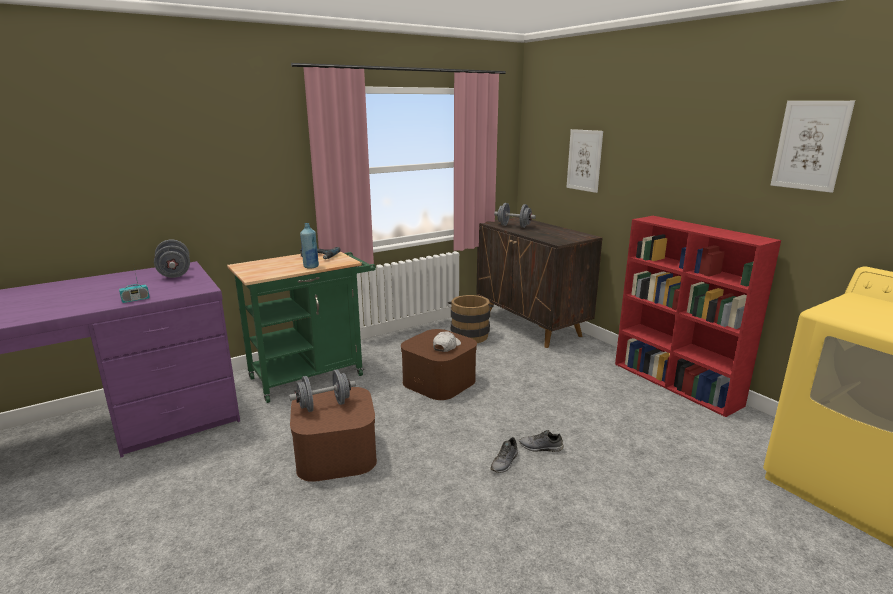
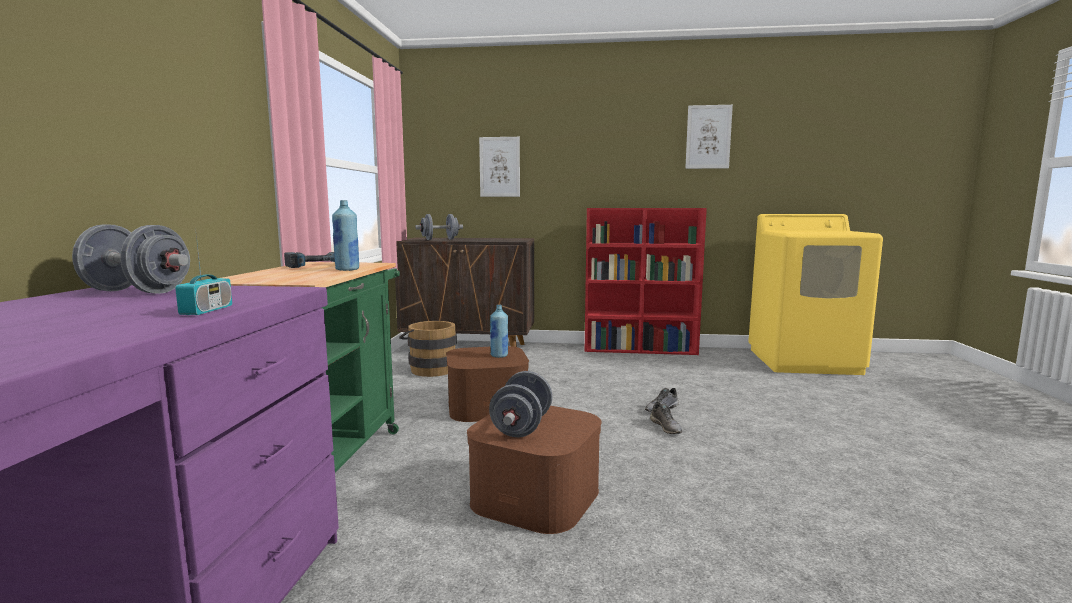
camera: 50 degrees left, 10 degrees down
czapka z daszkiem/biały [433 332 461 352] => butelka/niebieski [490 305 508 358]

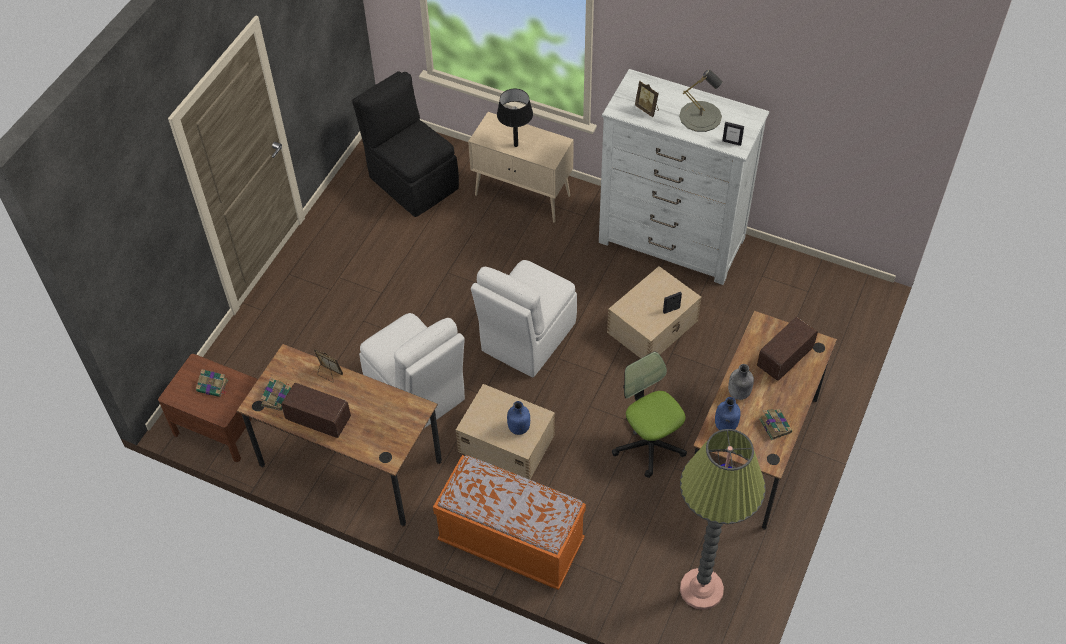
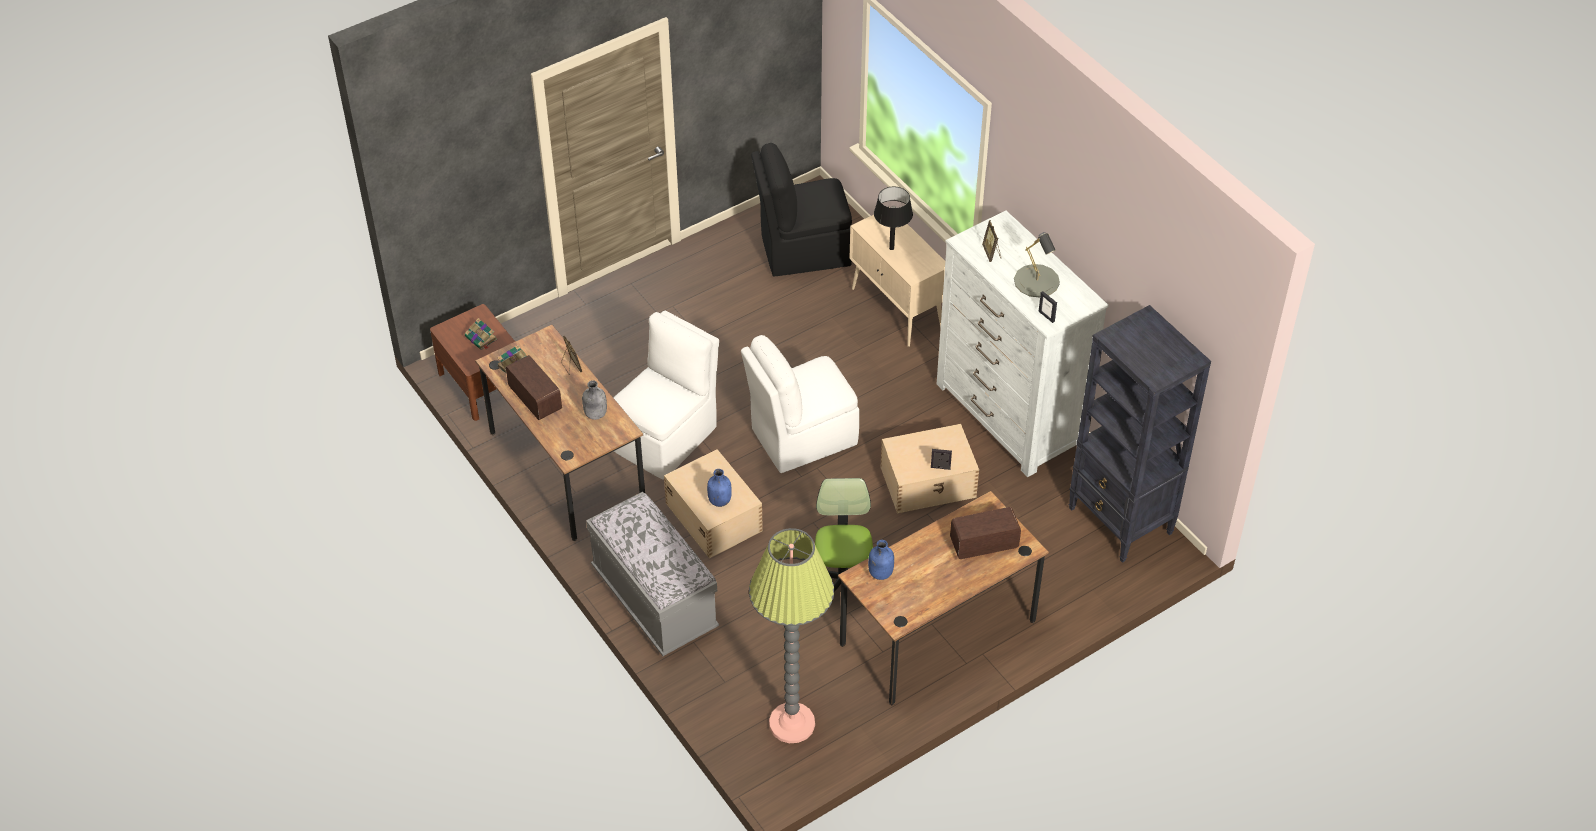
camera: 30 degrees right, 5 degrees down
butelka/szary [728 364 754 400] => butelka/szary [582 380 607 420], move
ławka/pomarańczowy [433 455 586 590] => ławka/szary [586 492 719 656]
krzesło/biały [359 313 465 428] => krzesło/biały [614 310 719 480], 135 degrees counterclockwise
krzesło/czarny [352 71 459 217] => krzesło/czarny [751 143 852 277], 90 degrees counterclockwise
nothing => regał/czarny [1069 305 1211 563]
książka [759 409 792 440] => nothing

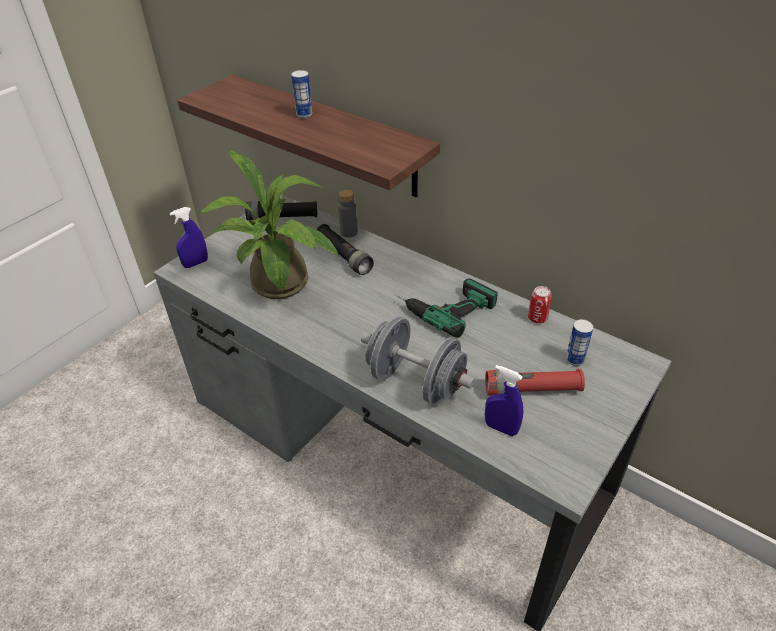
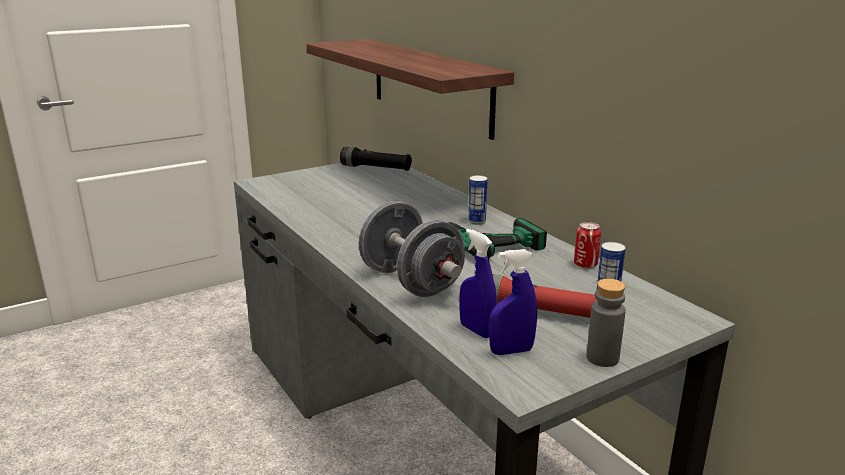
camera: 20 degrees right, 20 degrees down
puszka [291 70 313 118] => puszka [468 175 488 225], move
spryskiwacz/niebieski [170 207 208 268] => spryskiwacz/niebieski [489 249 537 355], move
butelka/szary [338 189 358 238] => butelka/szary [587 279 626 367], move
roślina doniczkowa [197 150 339 299] => nothing
latarka/czarny [316 224 374 275] => nothing

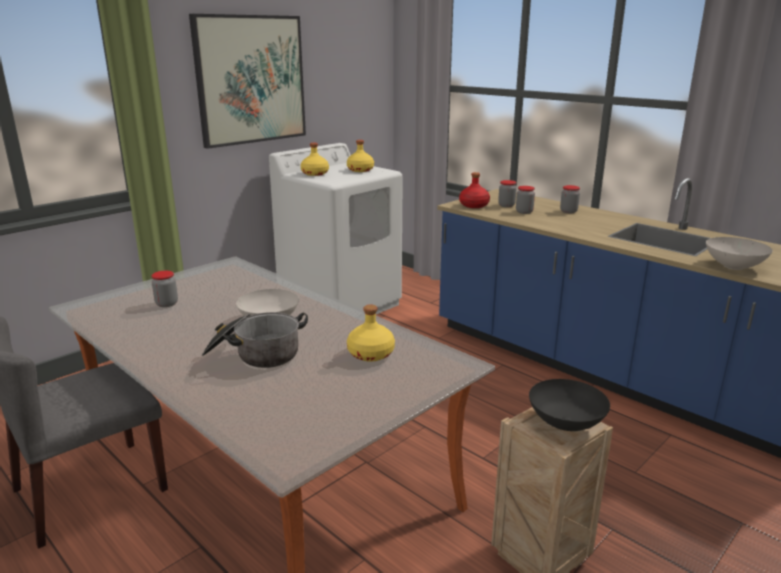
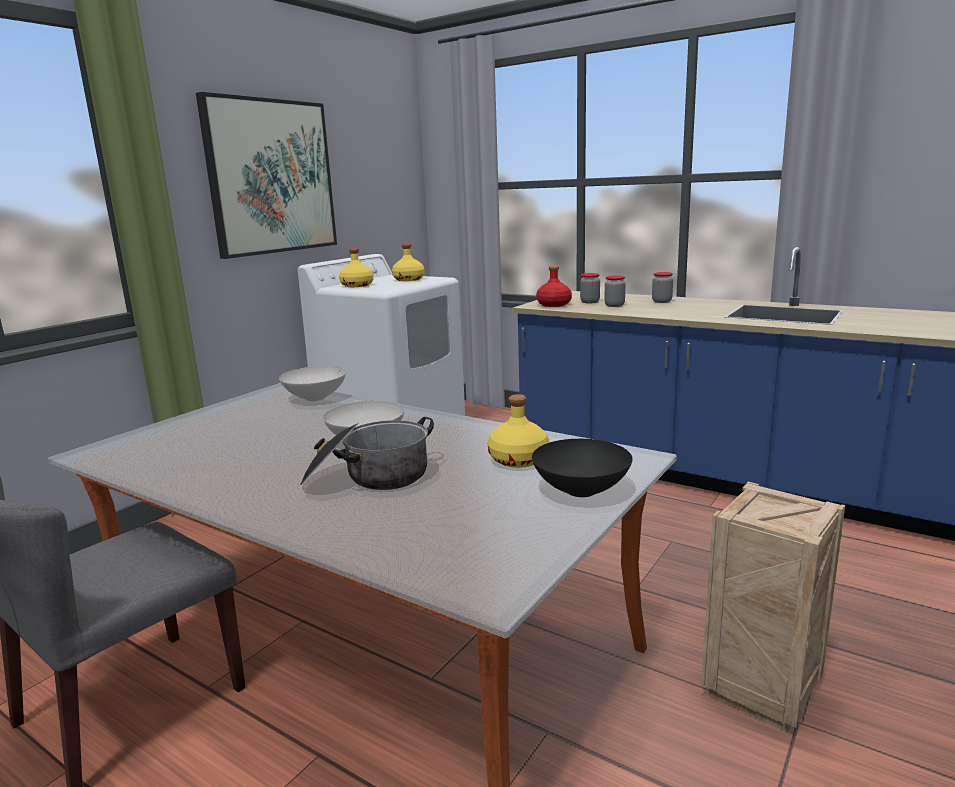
camera: 10 degrees left, 5 degrees down
miska/biały [706 237 773 270] => miska/biały [279 366 346 401], move
miska/czarny [529 379 610 431] => miska/czarny [532 439 632 497], move
słoik [151 271 178 307] => nothing

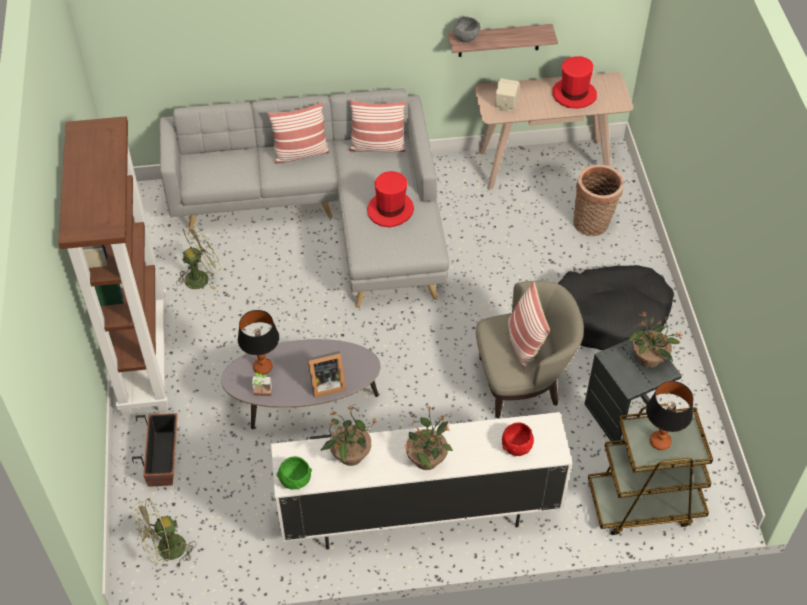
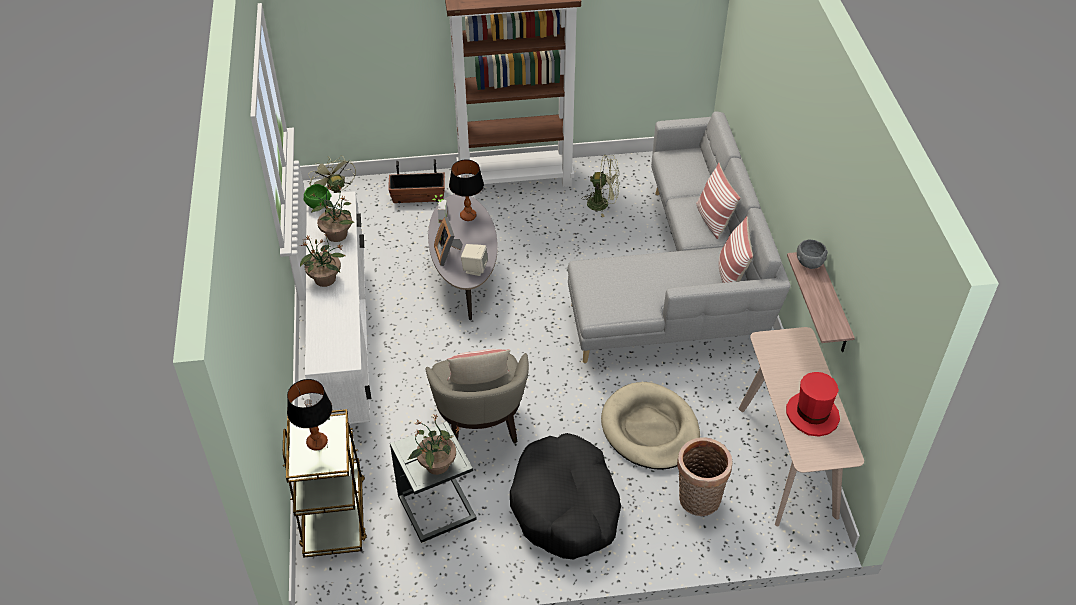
camera: 90 degrees right, 5 degrees down
głośnik/beżowy [495 78 519 112] => głośnik/beżowy [461 244 488 276], move
wentylator/zielony [176 225 222 290] => wentylator/zielony [582 155 620 217], 45 degrees counterclockwise
nothing => legowisko/beżowy [601 382 700 470]
kapelusz/czerwony [367 171 414 228] => nothing
miska/czerwony [502 423 534 456] => nothing

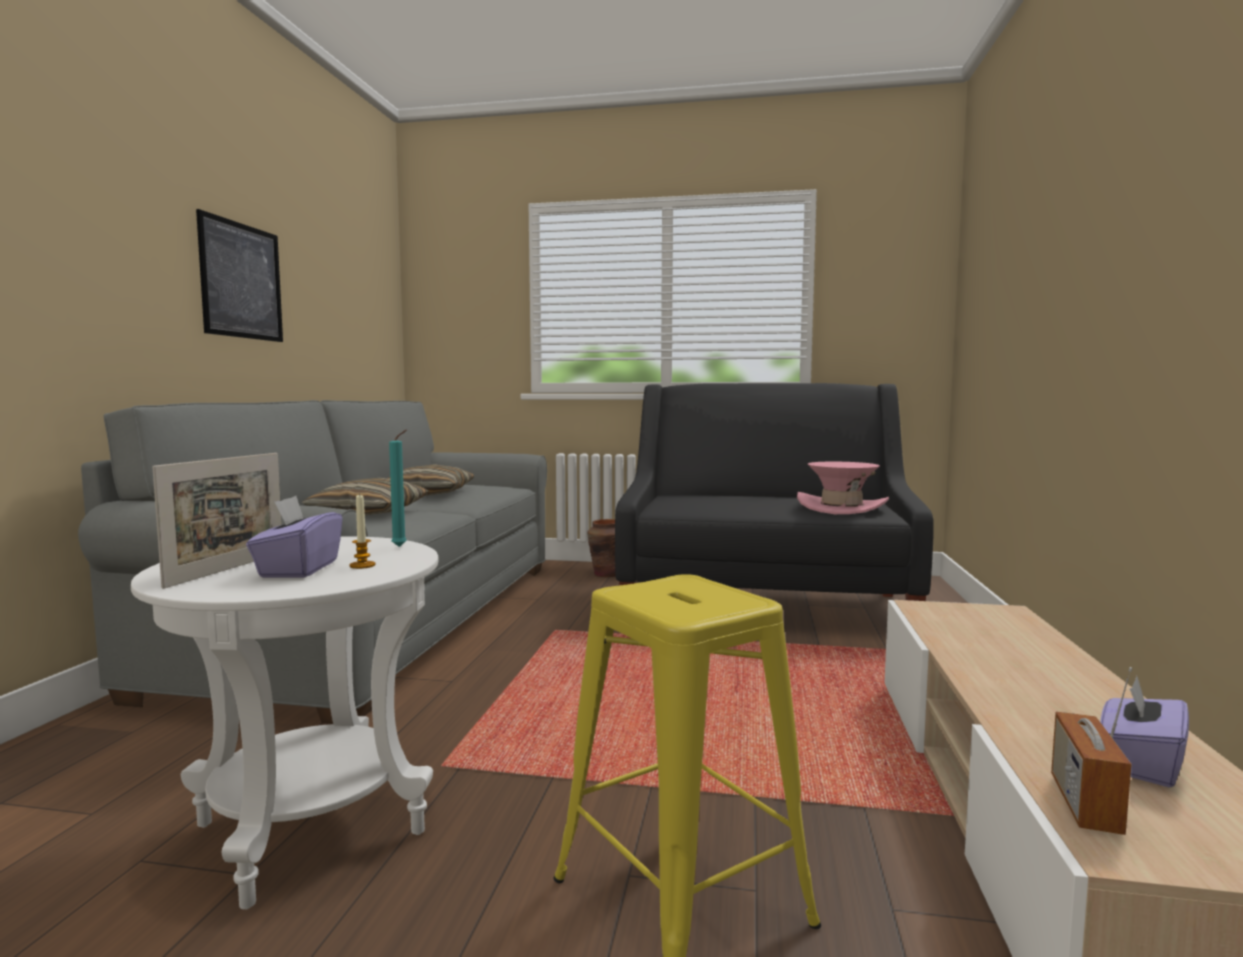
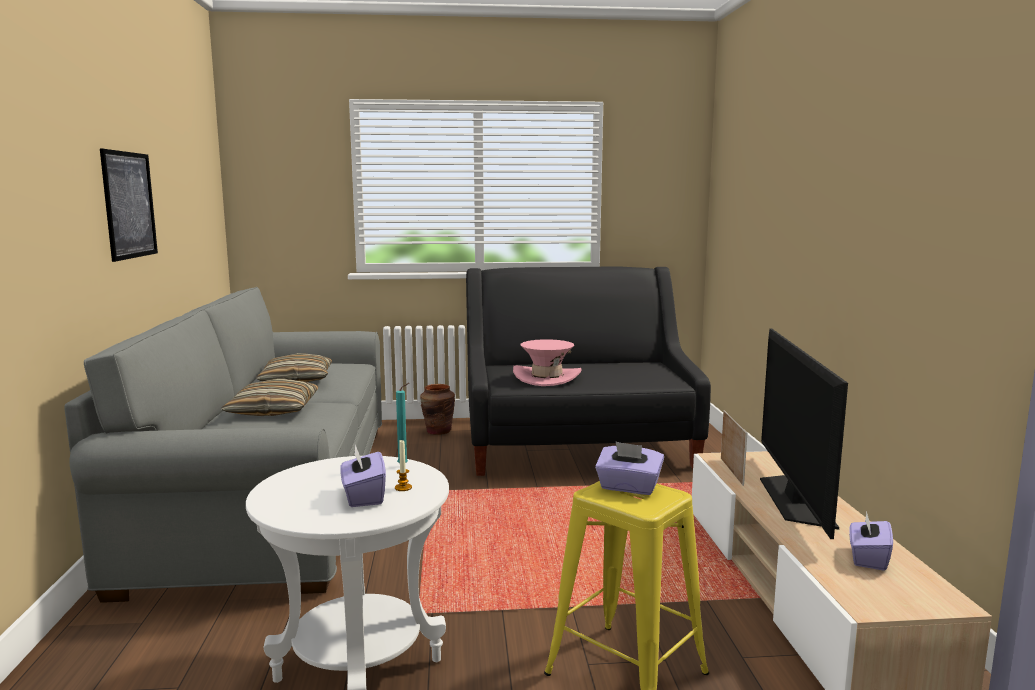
camera: 15 degrees left, 5 degrees up
kapelusz/różowy [797 462 889 514] => kapelusz/różowy [513 339 582 386], move
nothing => pudełko chusteczek/fioletowy [595 441 664 495]
ramka na zdjęcie [152 453 282 589] => ramka na zdjęcie [721 410 747 486], move
nothing => telewizor [760 329 848 539]
radio [1051 667 1132 835] => nothing

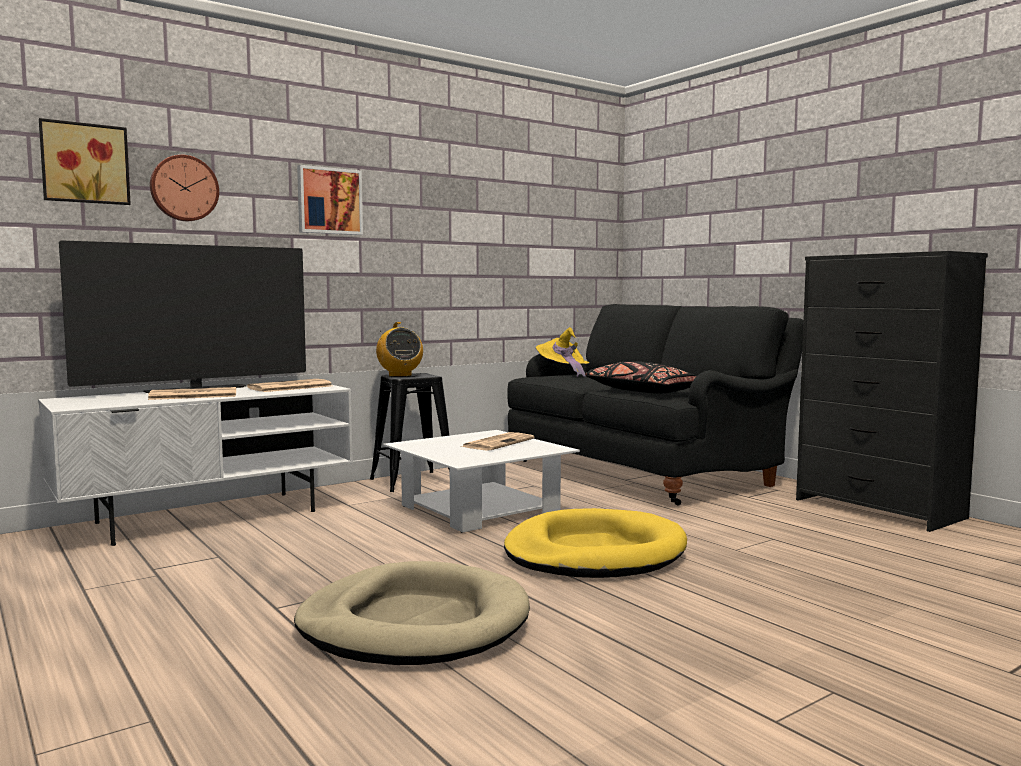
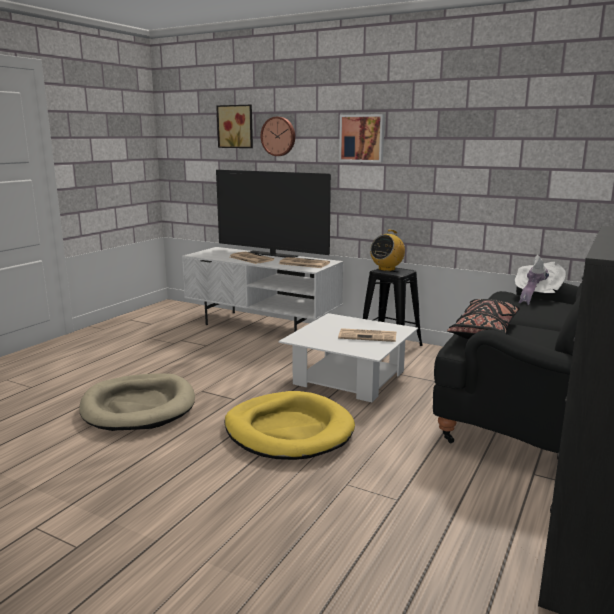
camera: 65 degrees right, 10 degrees up
kapelusz/żółty [536 327 590 377] => kapelusz/biały [515 255 566 305]

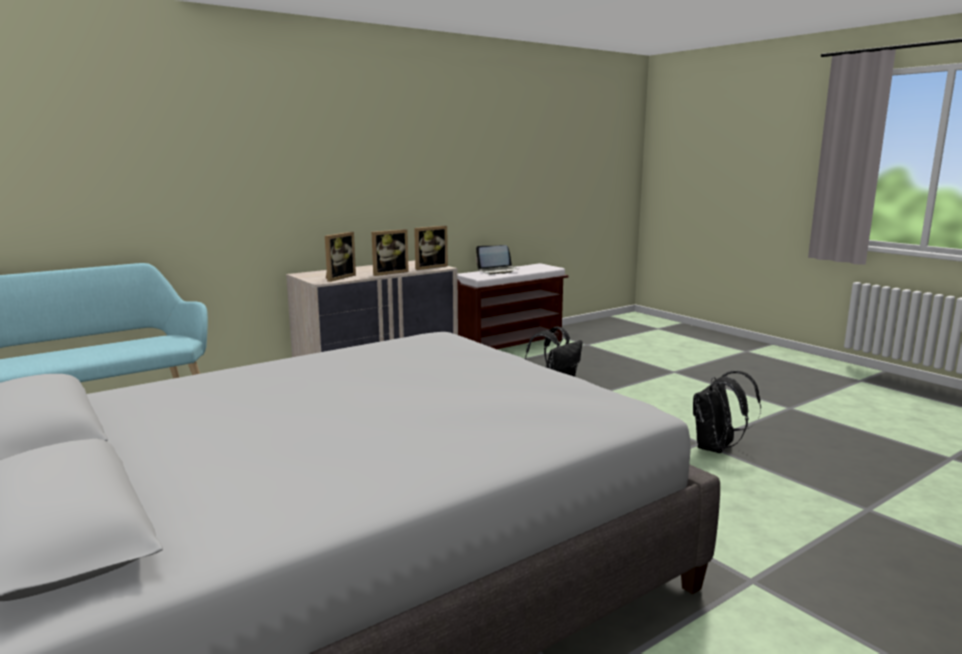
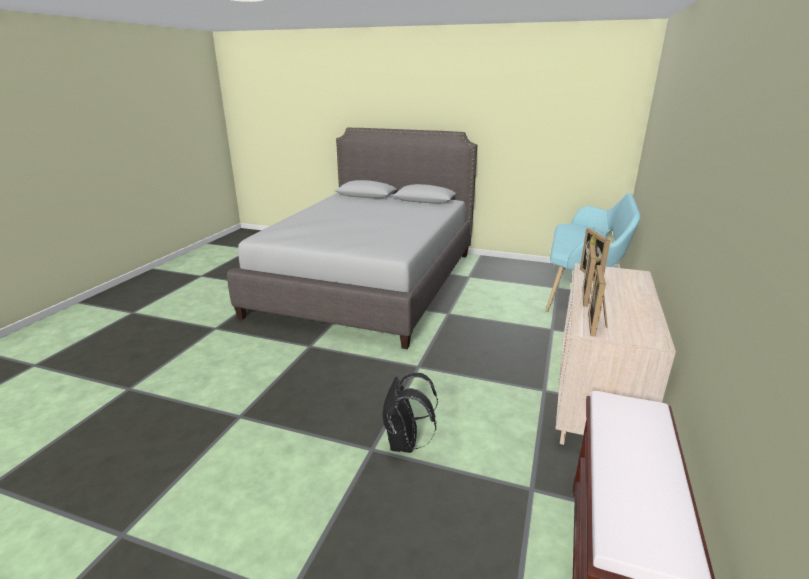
camera: 145 degrees right, 10 degrees up
laptop [476 245 518 274] => nothing
plecak/czarny [693 371 761 453] => nothing

